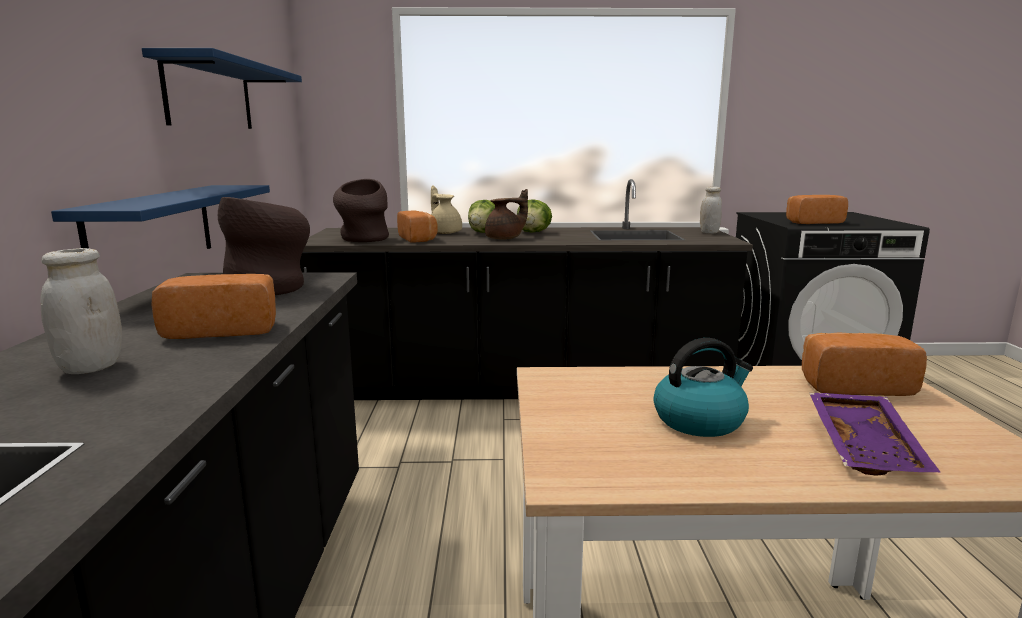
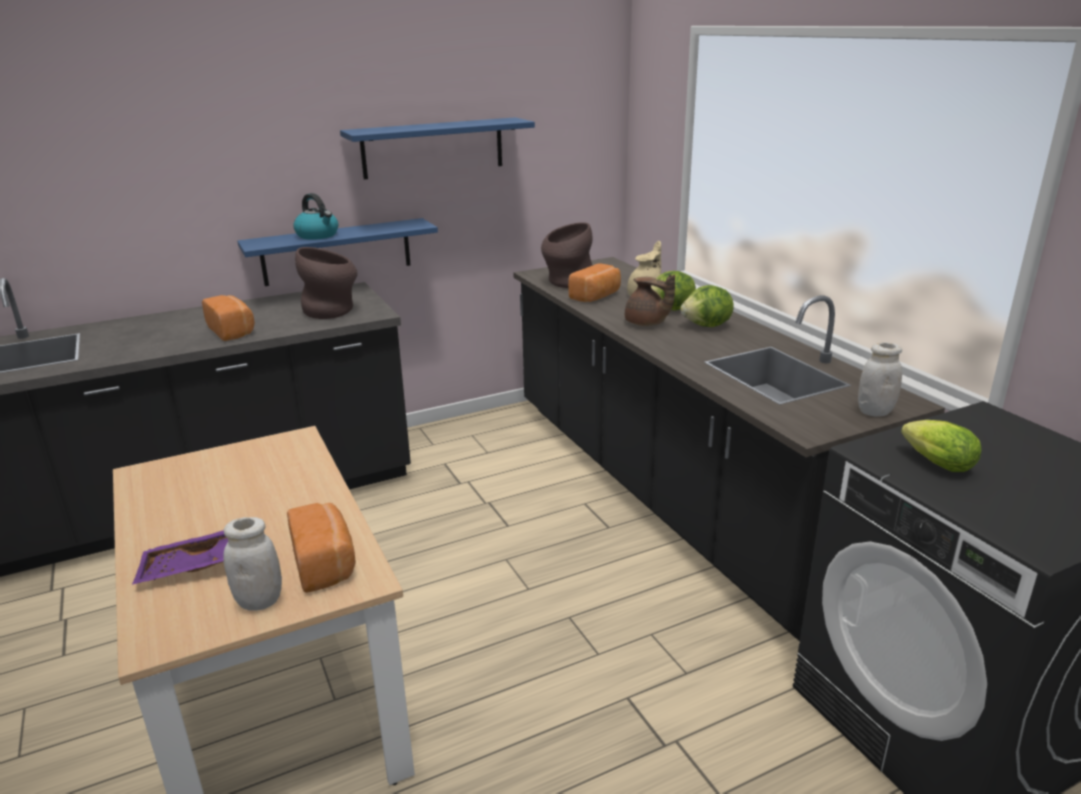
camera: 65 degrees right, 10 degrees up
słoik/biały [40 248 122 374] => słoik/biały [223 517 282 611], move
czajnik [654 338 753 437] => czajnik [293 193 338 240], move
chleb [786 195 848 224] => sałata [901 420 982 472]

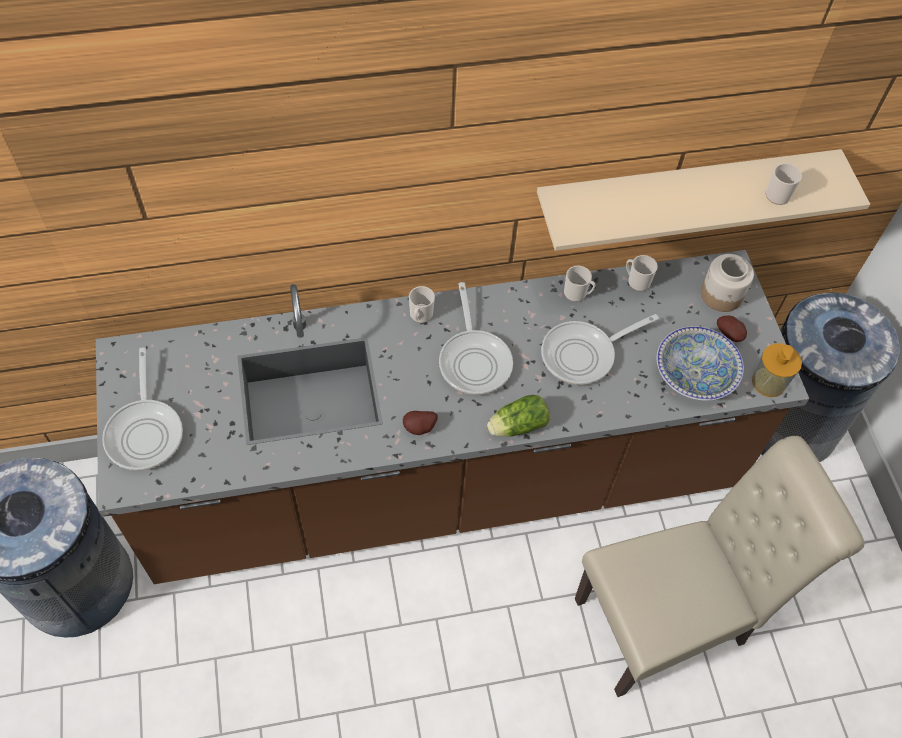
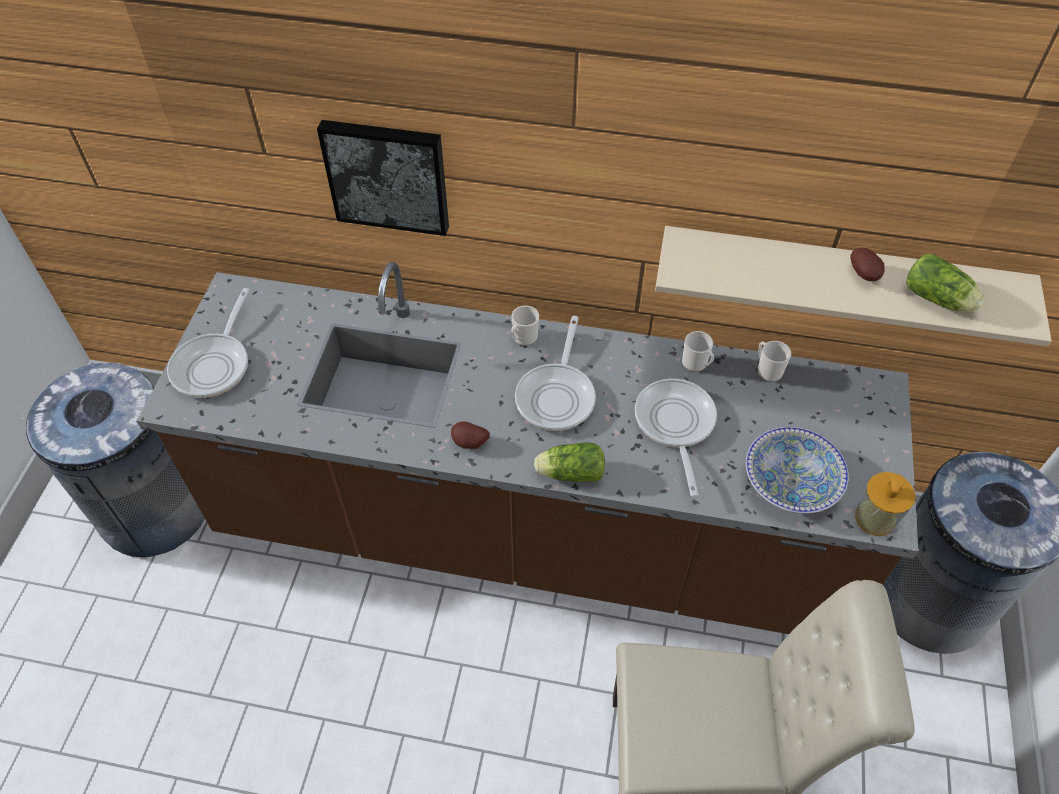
camera: 25 degrees right, 5 degrees down
nothing => obraz [317 120 449 236]
patelnia [541 314 659 385] => patelnia [635 379 717 497], 90 degrees clockwise
ziemniak [717 315 747 342] => ziemniak [850 247 885 281], move
kubek [766 163 802 205] => sałata [906 254 985 313]
słoik [701 254 754 312] => nothing

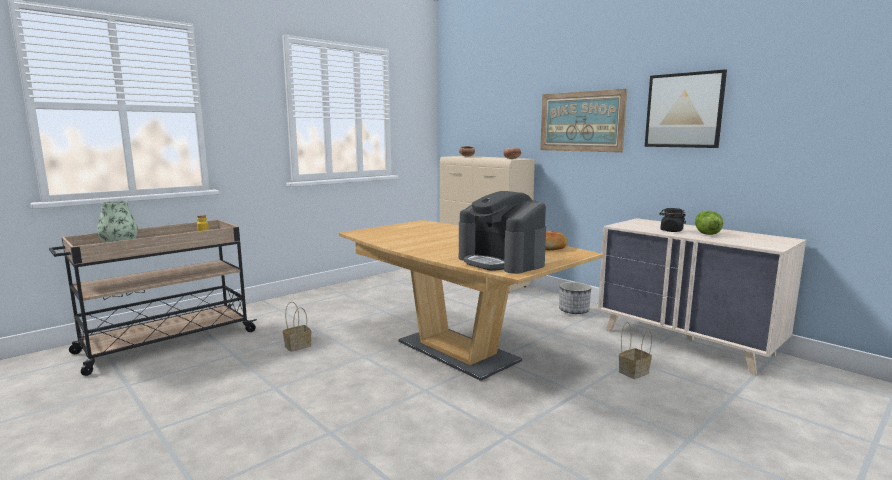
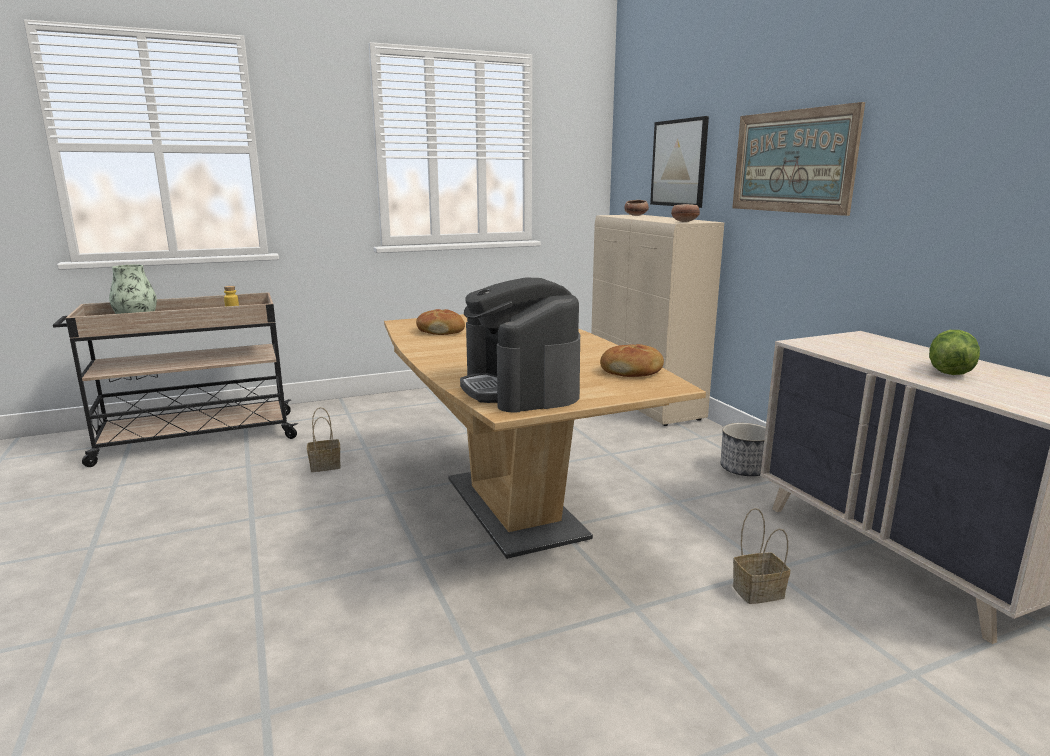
camera: 20 degrees right, 5 degrees up
nothing => chleb [416 309 465 335]
obraz [645 69 727 148] => obraz [650 116 709 208], move
słoik/czarny [659 208 686 232] => nothing

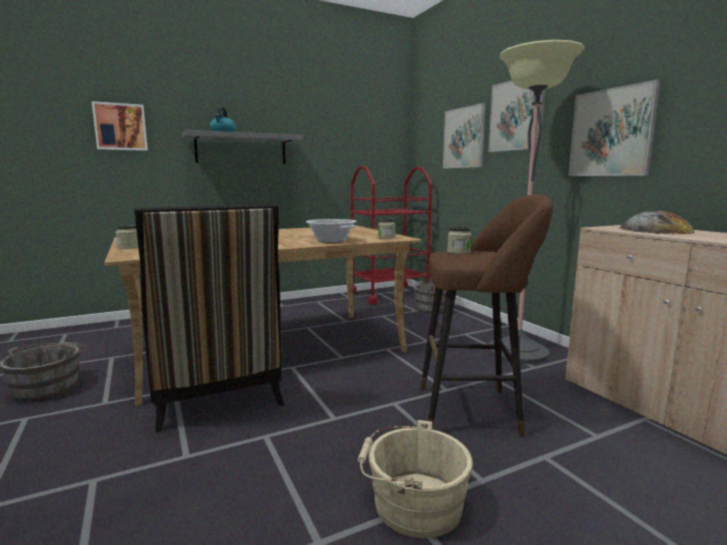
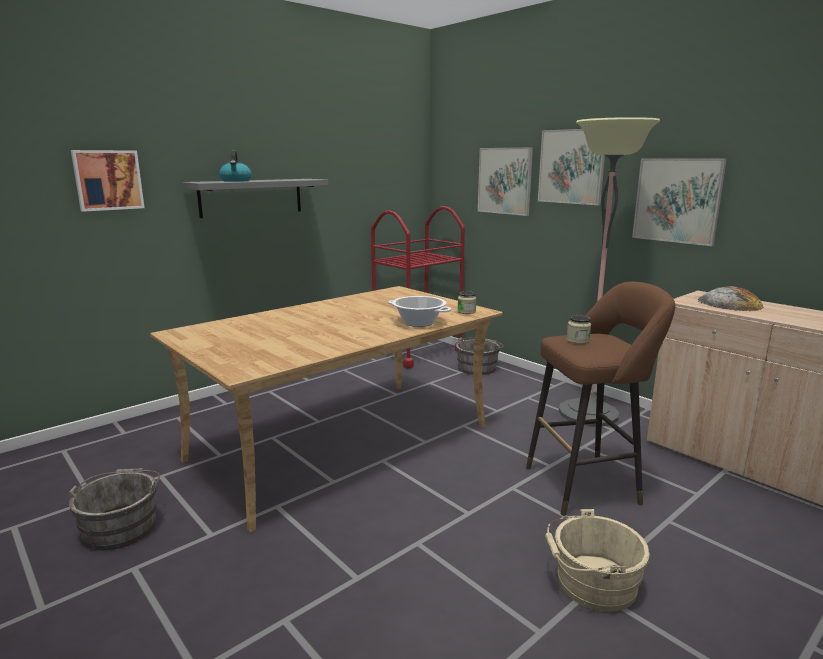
camera: 15 degrees left, 5 degrees up
słoik [116 225 138 249] => nothing
krzesło [134 204 284 433] => nothing

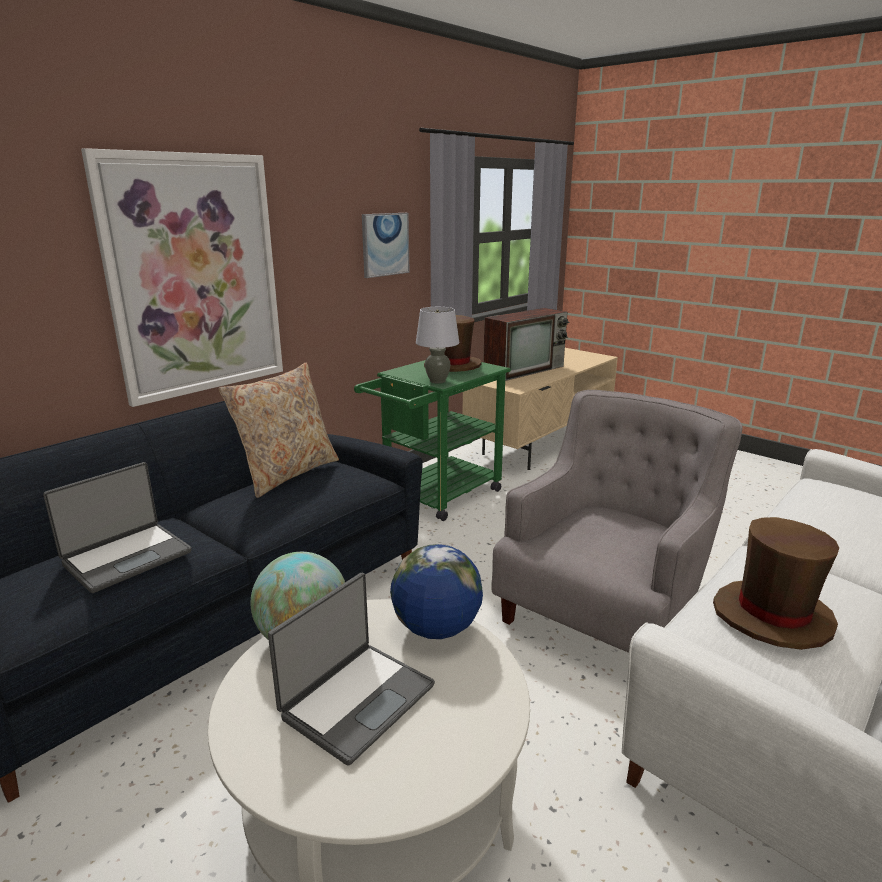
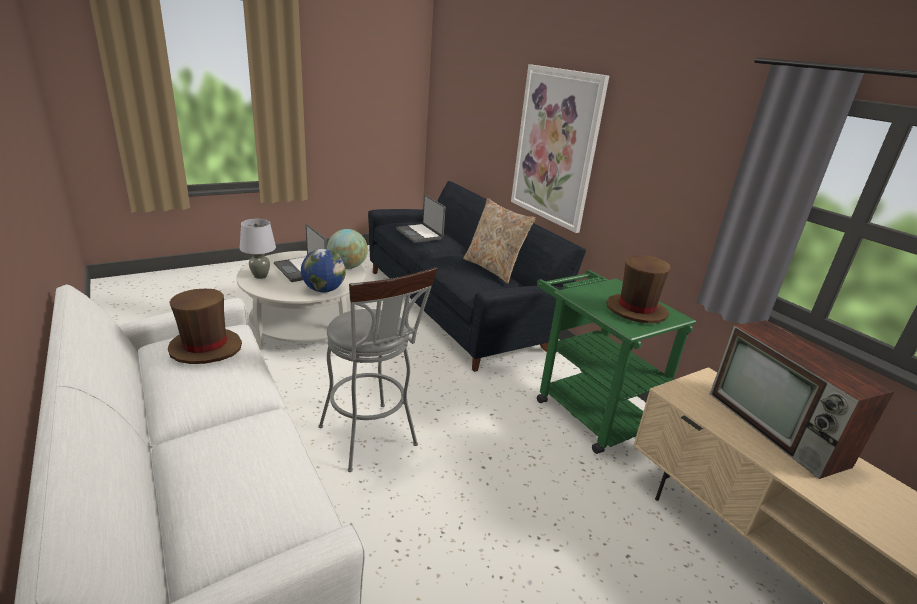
camera: 105 degrees right, 5 degrees up
lampa stołowa/szary [416 307 459 383] => lampa stołowa/szary [240 219 276 279], move
fotel/szary [491 390 743 653] => stołek/szary [319 267 438 472]
obraz [362 213 410 278] => nothing

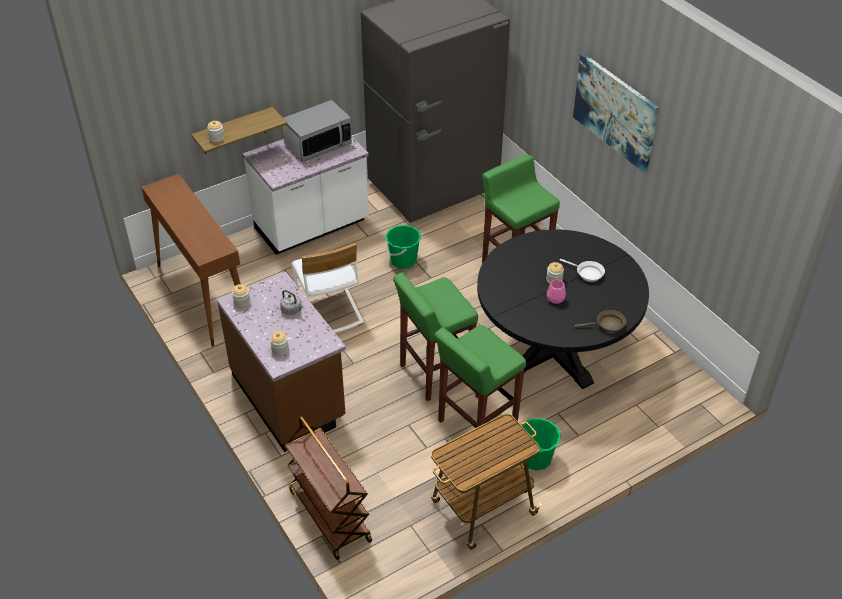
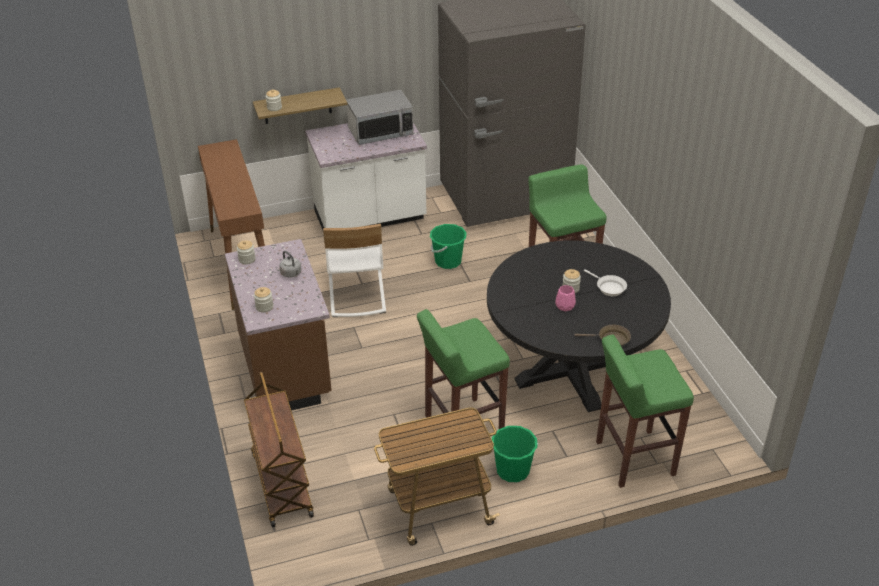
camera: 15 degrees right, 5 degrees down
stołek/zielony [393 272 478 401] => stołek/zielony [596 335 694 488], move
obraz [573 53 659 173] => nothing

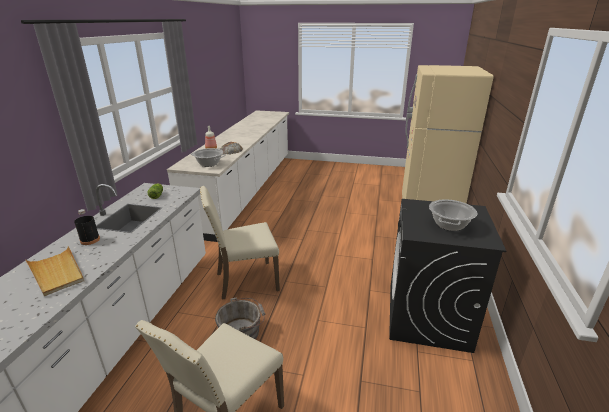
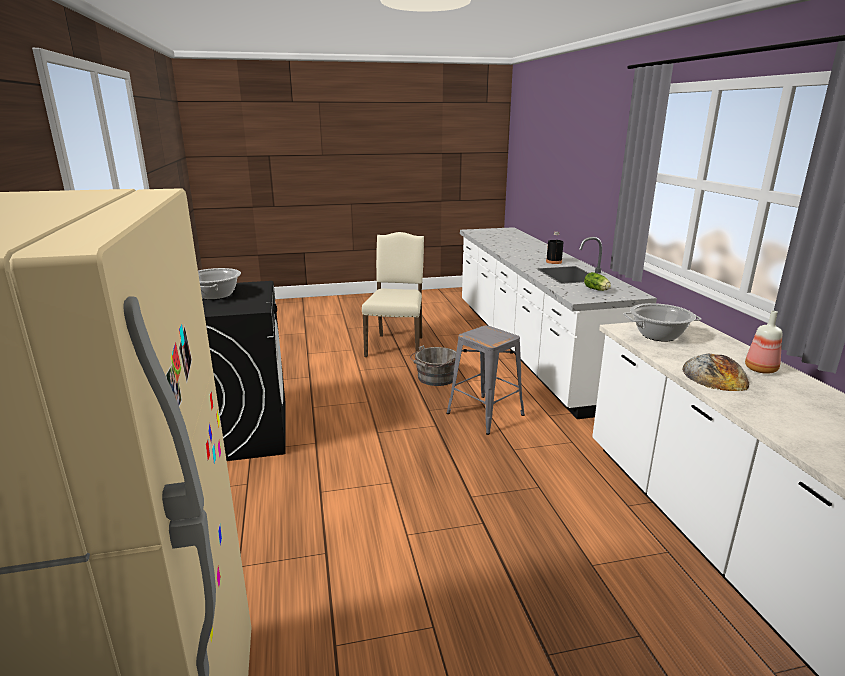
camera: 155 degrees right, 5 degrees down
krzesło/beżowy [200 186 280 300] => stołek/szary [446 326 525 435]
taca/beżowy [26 246 84 296] => nothing

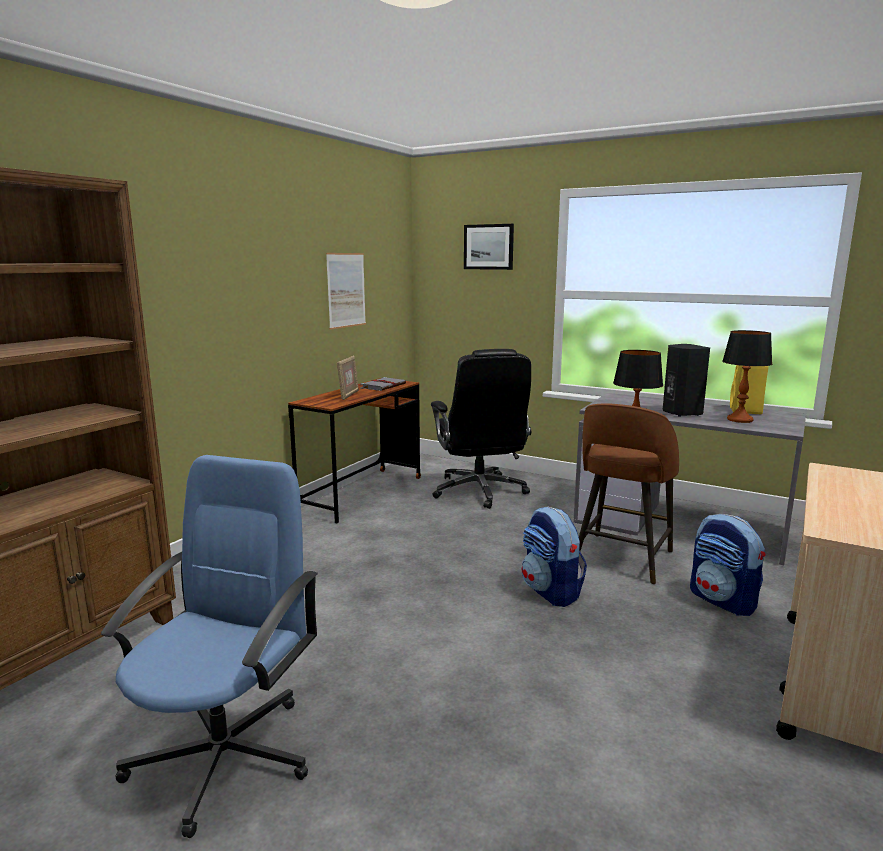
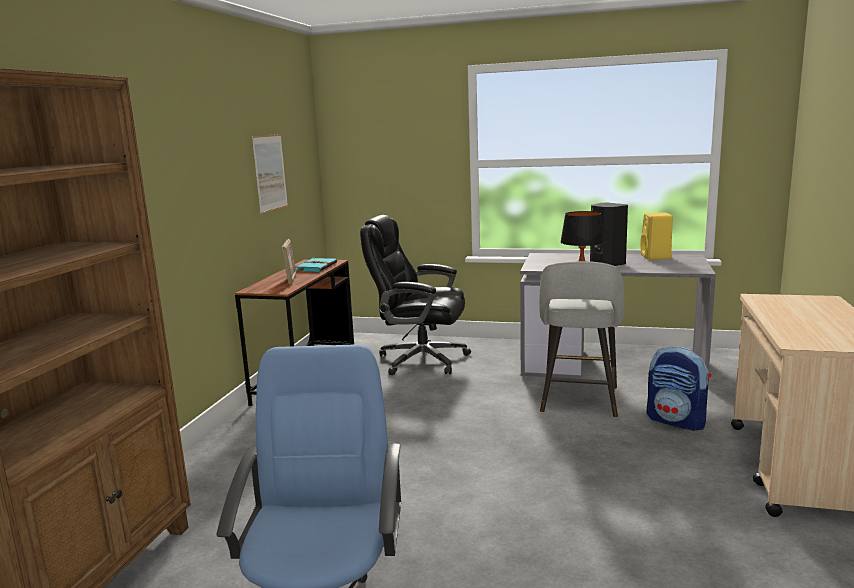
camera: 15 degrees left, 0 degrees up
książka/szary [360 377 406 391] => książka/turkusowy [296 258 337 272]
krzesło biurowe/czarny [431 349 531 509] => krzesło biurowe/czarny [360 215 471 375], 135 degrees clockwise
stołek/brązowy [579 403 679 584] => stołek/szary [539 261 624 417]
obraz [464 224 514 270] => nothing
plecak [522 507 587 607] => nothing
lampa stołowa [722 330 772 423] => nothing

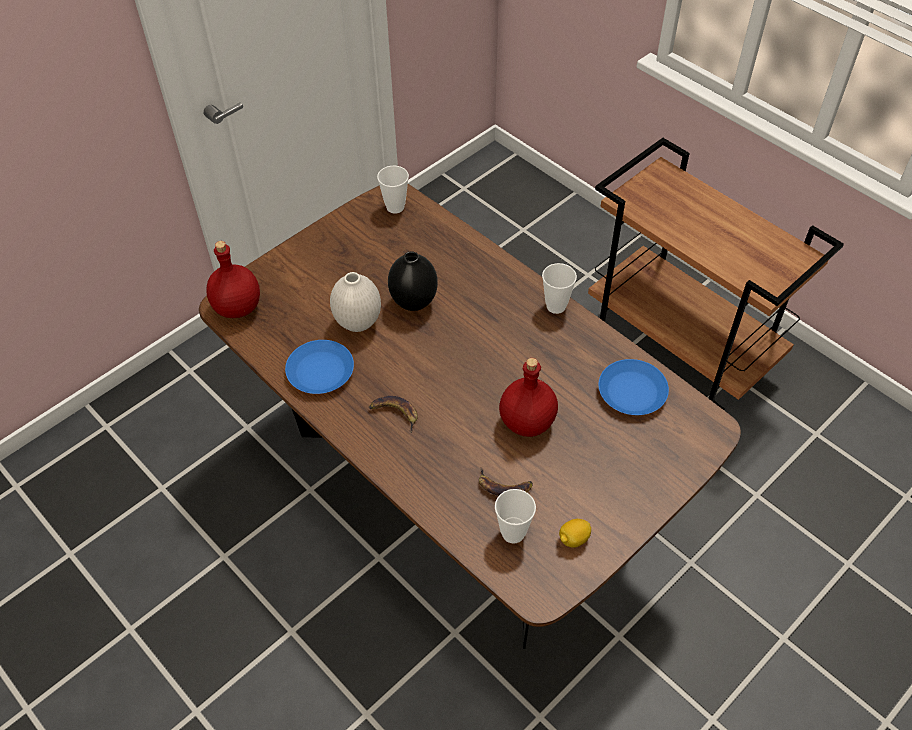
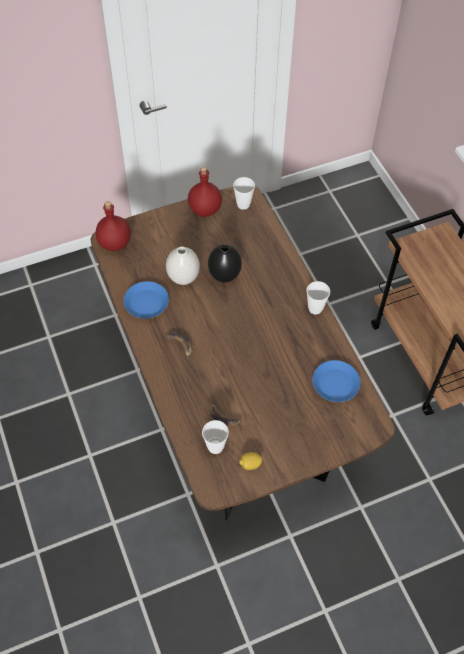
camera: 20 degrees right, 5 degrees up
butelka/czerwony [499 358 558 437] => butelka/czerwony [188 167 222 217], move

